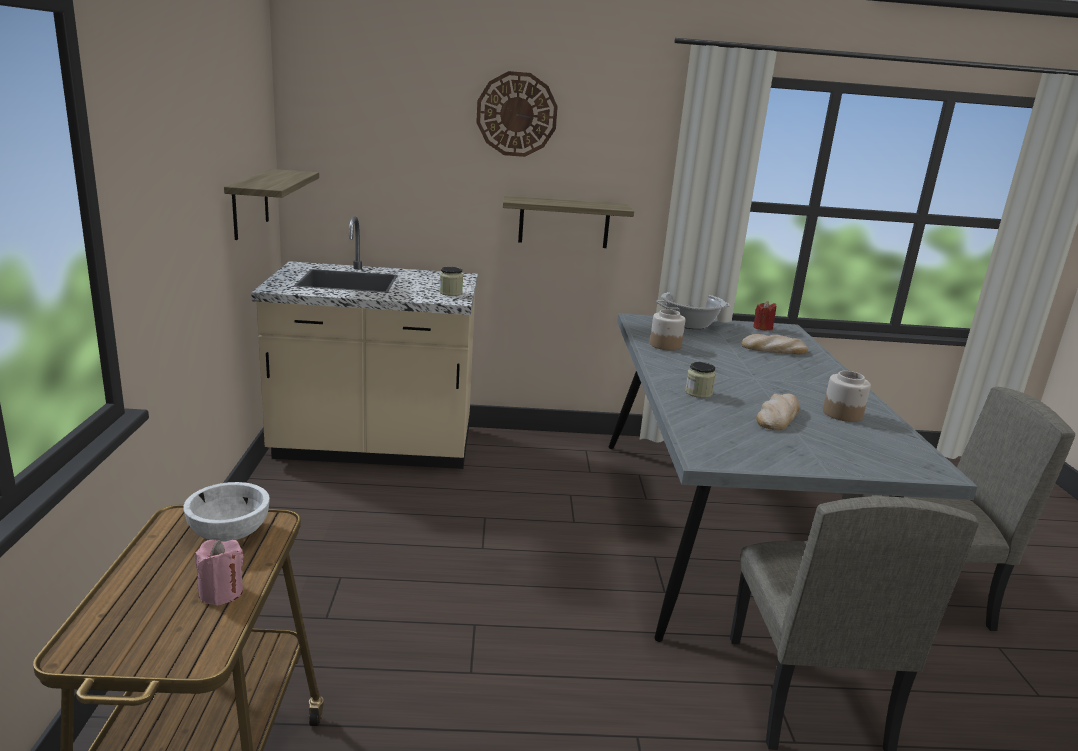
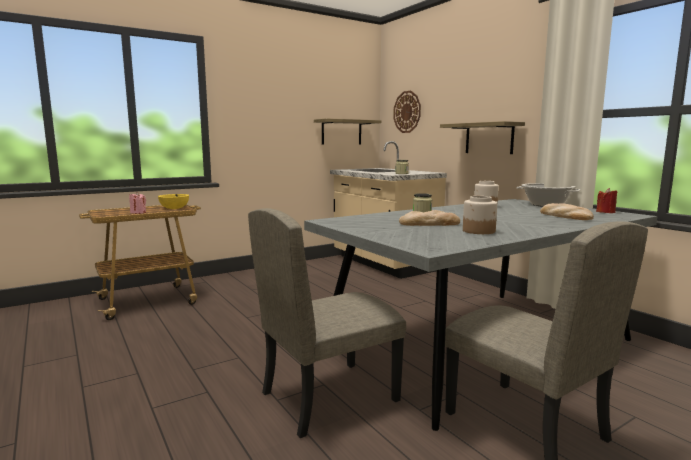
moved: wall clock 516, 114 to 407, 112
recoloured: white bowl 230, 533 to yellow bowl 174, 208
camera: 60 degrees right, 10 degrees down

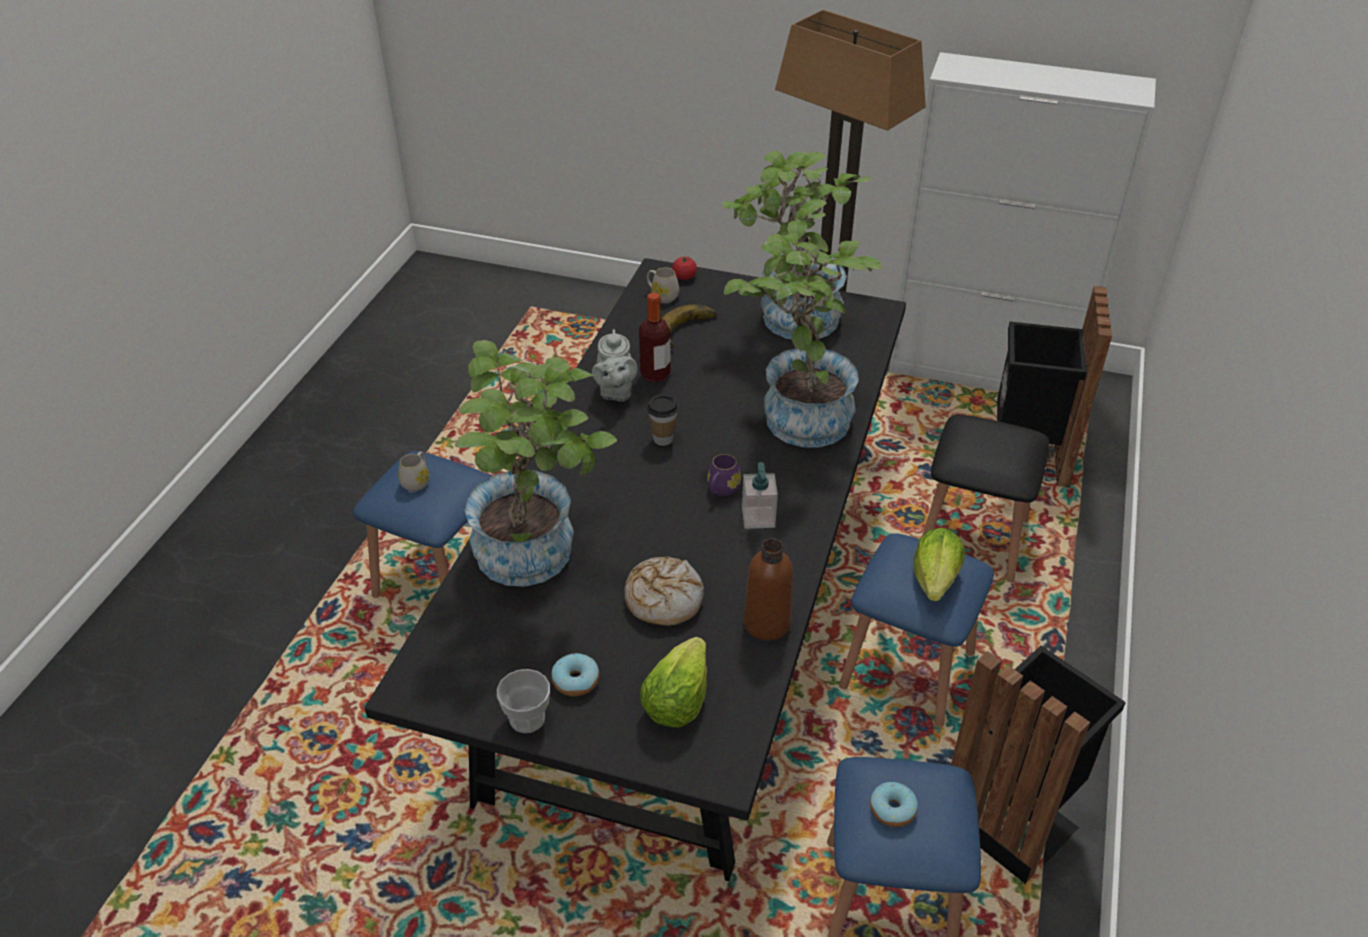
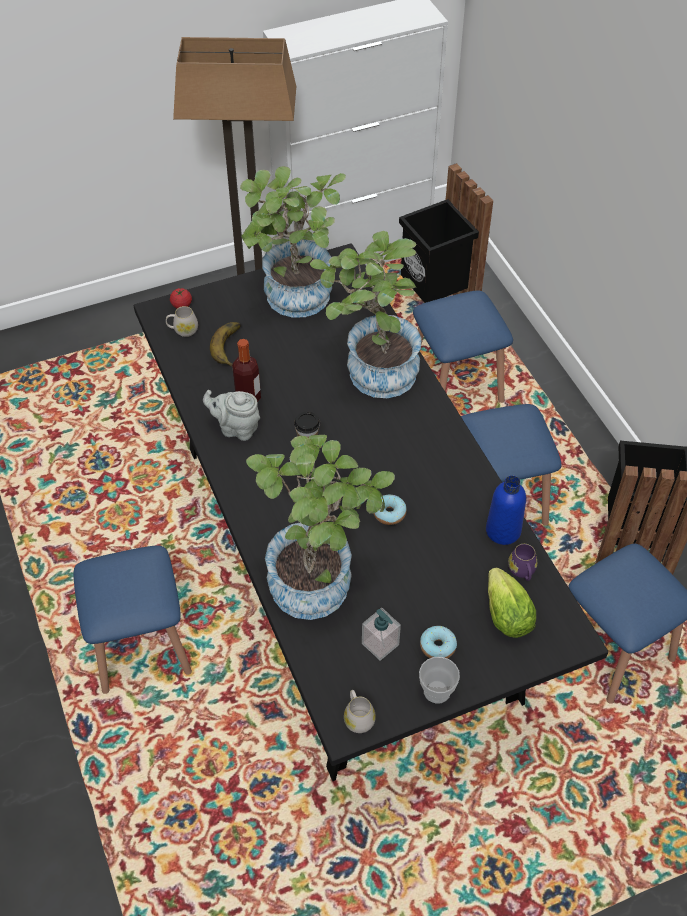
removed: bread 663, 599; lettuce 935, 580
moved: white mug 417, 481 to 358, 717; purple mug 721, 490 to 522, 571; soap dispenser 758, 518 to 380, 644; donut 892, 809 to 389, 513
recoloured: brown bottle 767, 623 to blue bottle 503, 531; black stool 972, 539 to blue stool 455, 385
turned: grey teapot 615, 392 = 236, 428 150 degrees clockwise
camera: 40 degrees left, 10 degrees up

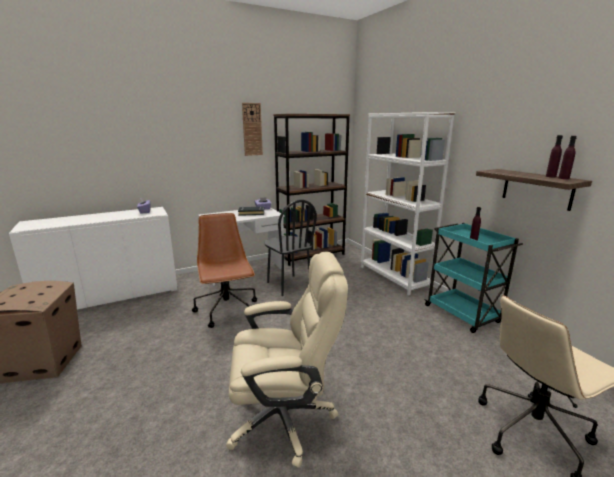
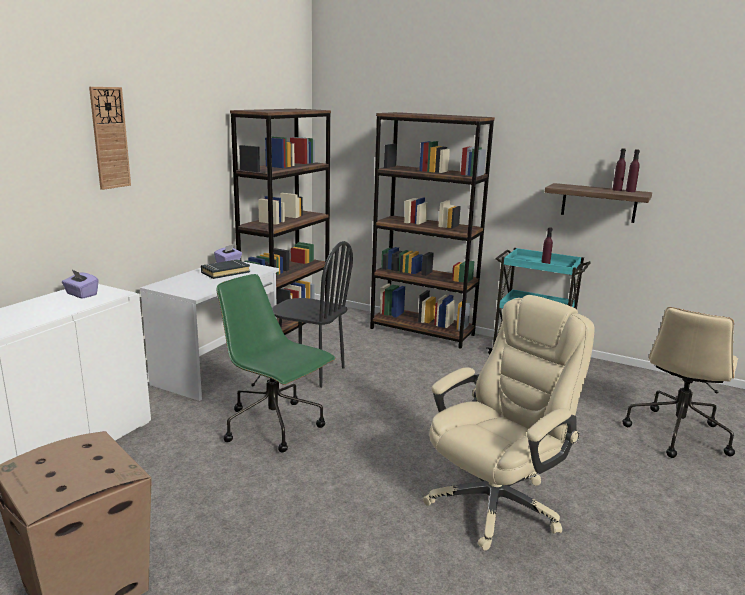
moved: wall clock 252, 129 to 110, 138
recoloured: brown office chair 227, 311 to green office chair 274, 426; white bookcase 394, 277 to brown bookcase 422, 331
camera: 35 degrees left, 0 degrees up

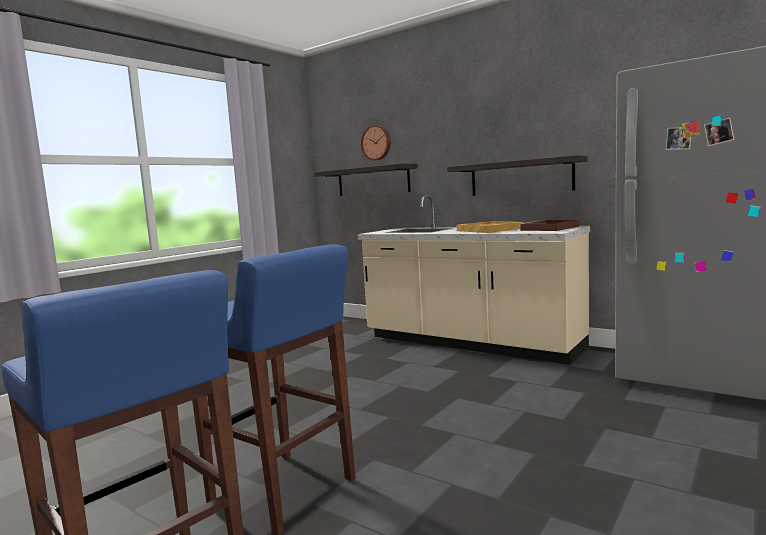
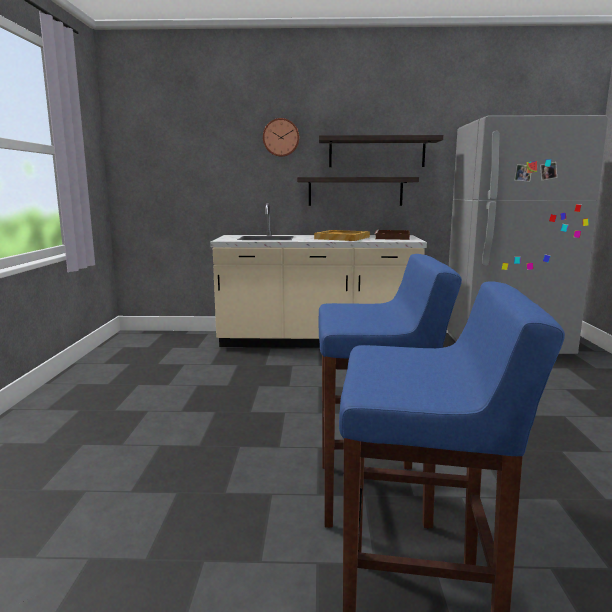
moved: shelf 373, 181 to 377, 152; wall clock 376, 143 to 281, 137
camera: 35 degrees left, 5 degrees up

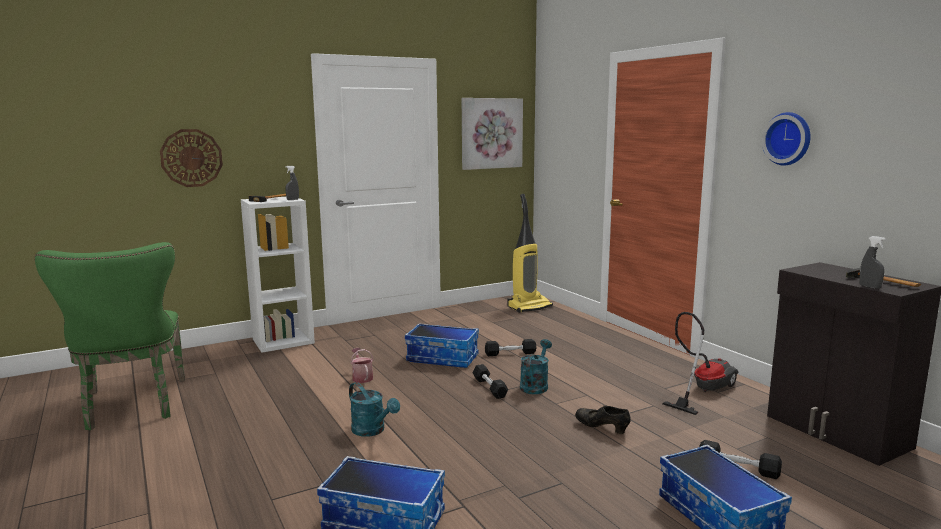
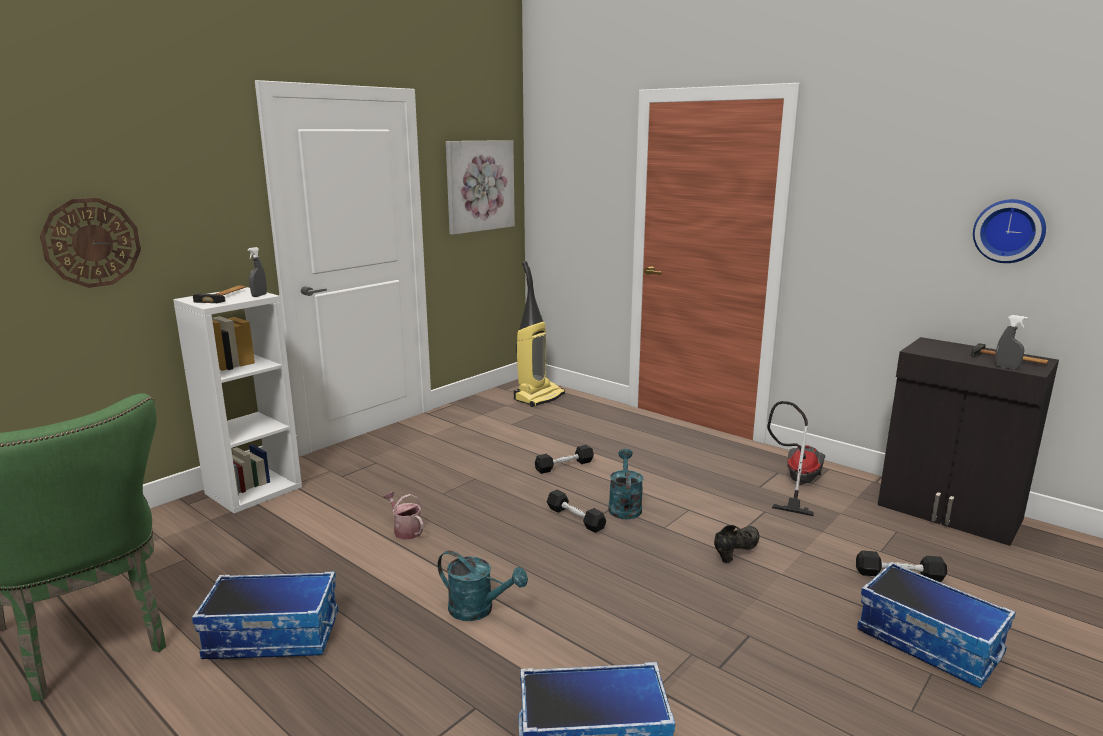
moved: storage box 443, 358 to 274, 635; wall clock 788, 139 to 1009, 231
turned: black shoe 602, 428 = 736, 552 120 degrees clockwise
camera: 20 degrees left, 5 degrees up

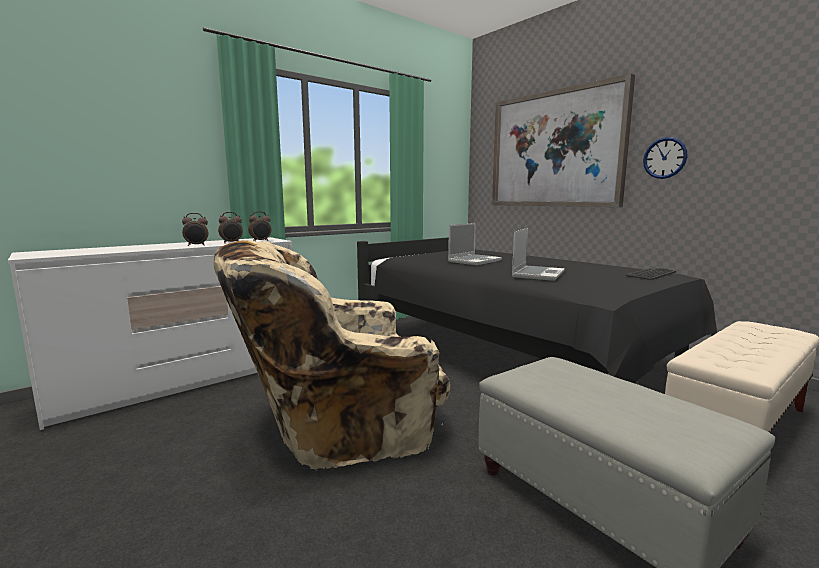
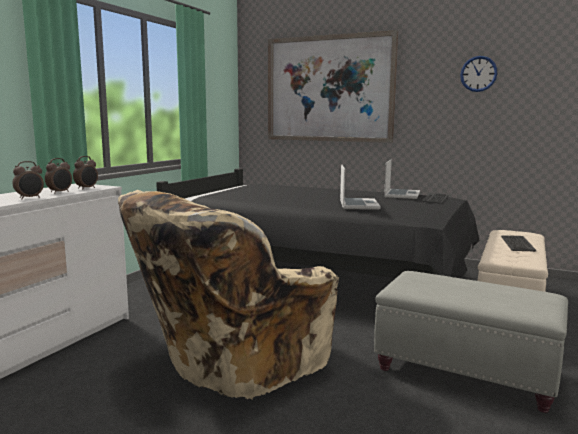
added: keyboard 516, 244
moved: laptop 474, 261 to 401, 195; wall clock 664, 158 to 478, 74
camera: 25 degrees left, 0 degrees up

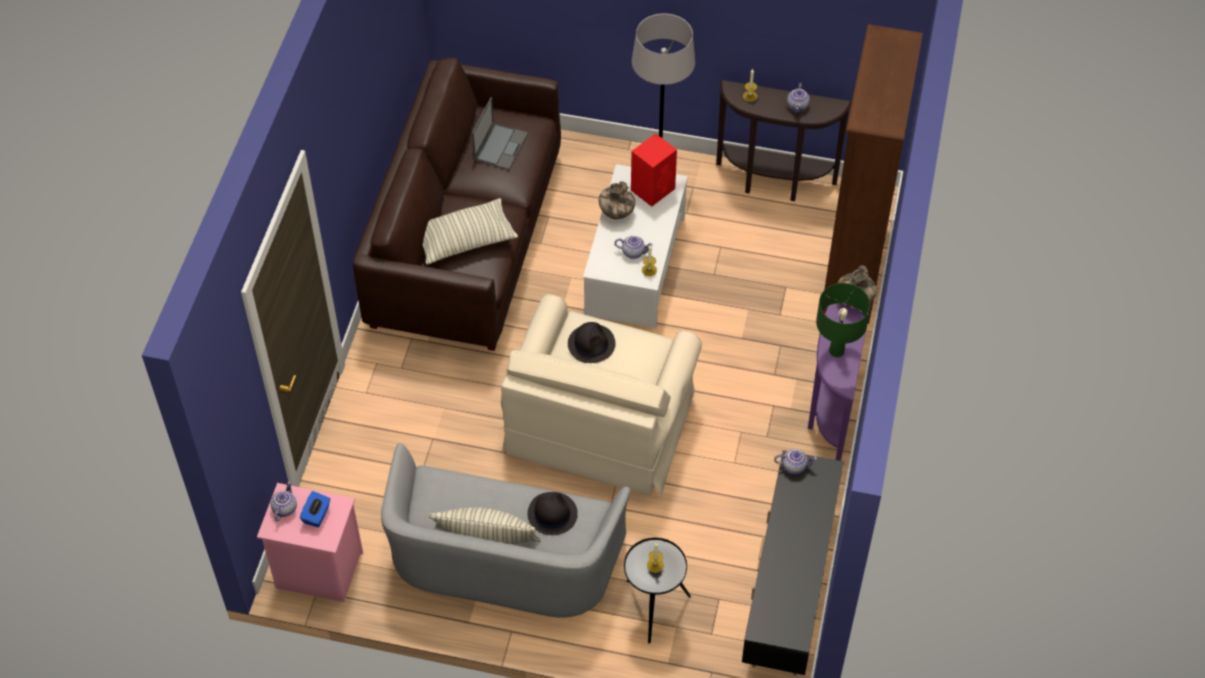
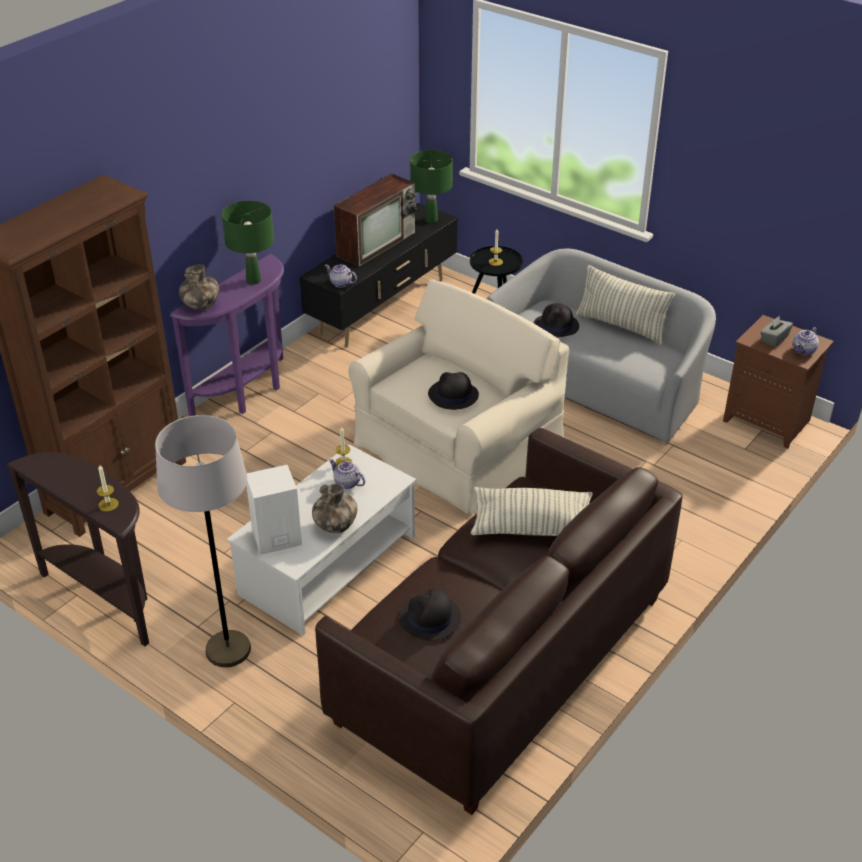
removed: teapot 798, 106
added: television 377, 243; green table lamp 431, 220
replaced: laptop 500, 146 to black hat 429, 618
recoloured: pink nightstand 317, 571 to brown nightstand 769, 421; blue tissue box 317, 515 to grey tissue box 774, 339; red speaker 653, 189 to white speaker 275, 537
camera: 155 degrees left, 15 degrees down

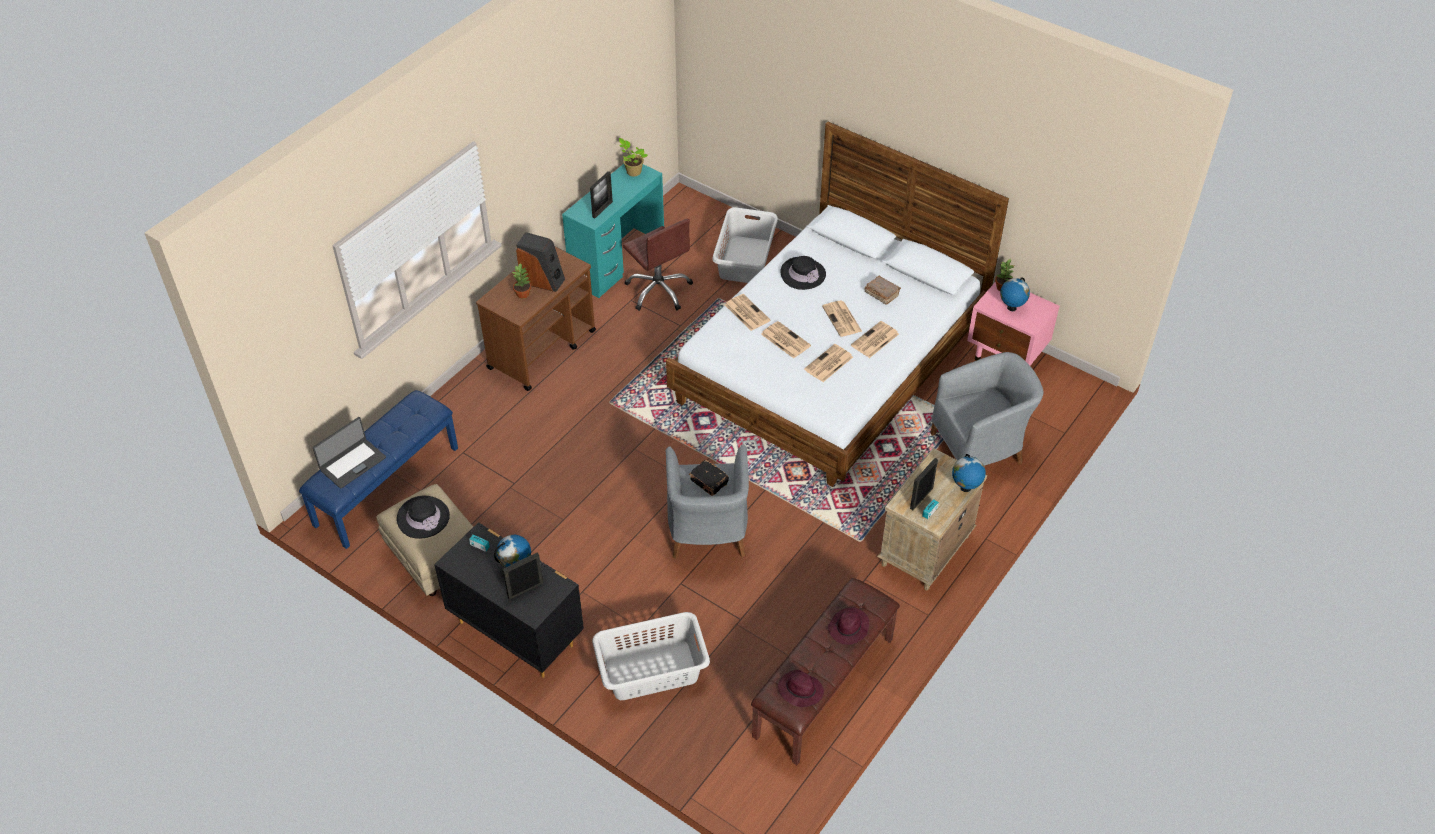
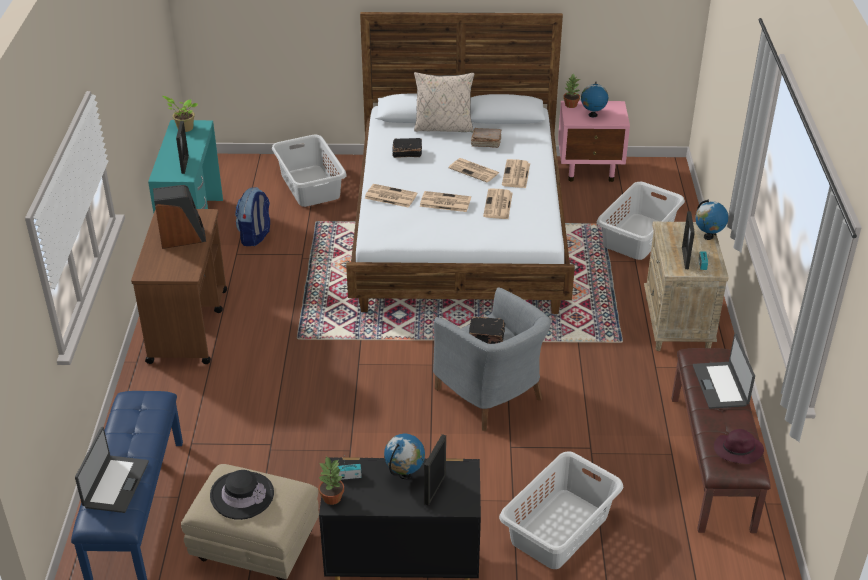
added: beige pillow 443, 127
moved: potted plant 523, 294 to 332, 497
replaced: brown office chair 659, 290 to backpack 255, 236; black hat 803, 274 to black book 406, 153; purple hat 848, 628 to laptop 721, 385; grey armchair 980, 447 to grey laundry basket 638, 236
camera: 35 degrees left, 10 degrees down

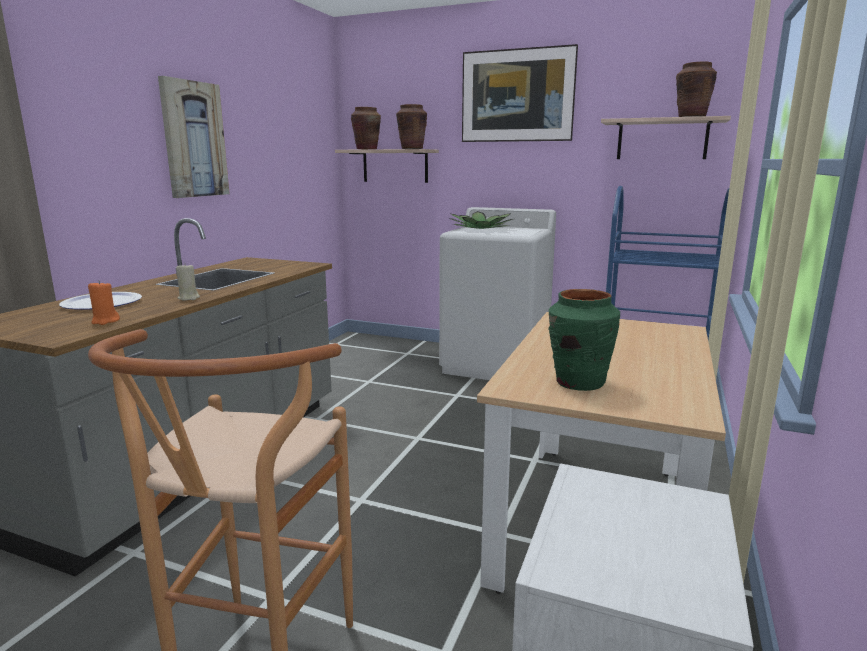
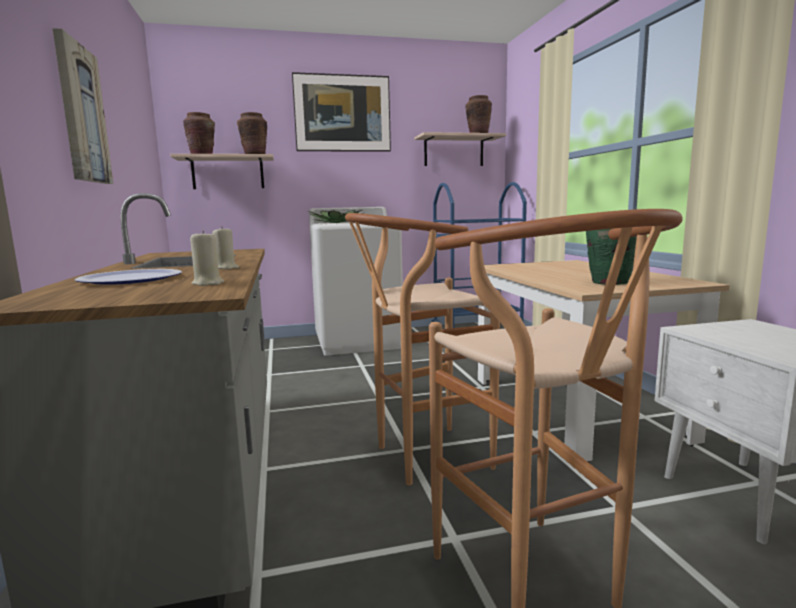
added: brown stool 422, 458
recoloured: orange candle 105, 321 to beige candle 208, 283
camera: 35 degrees left, 5 degrees down

